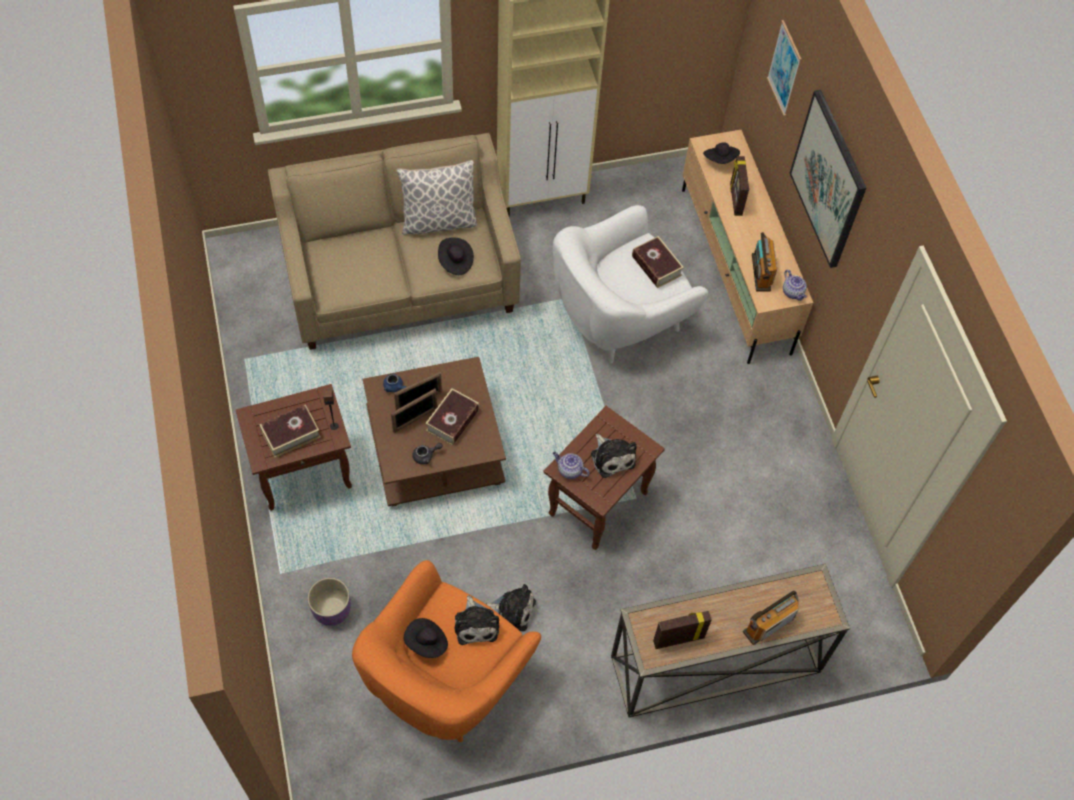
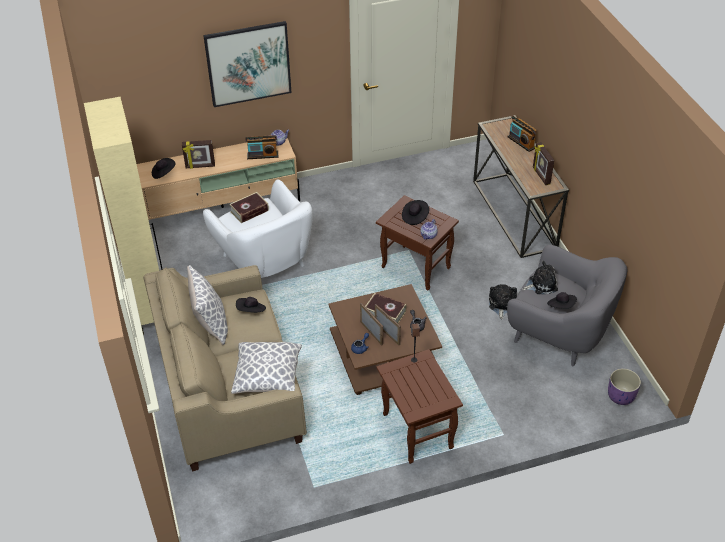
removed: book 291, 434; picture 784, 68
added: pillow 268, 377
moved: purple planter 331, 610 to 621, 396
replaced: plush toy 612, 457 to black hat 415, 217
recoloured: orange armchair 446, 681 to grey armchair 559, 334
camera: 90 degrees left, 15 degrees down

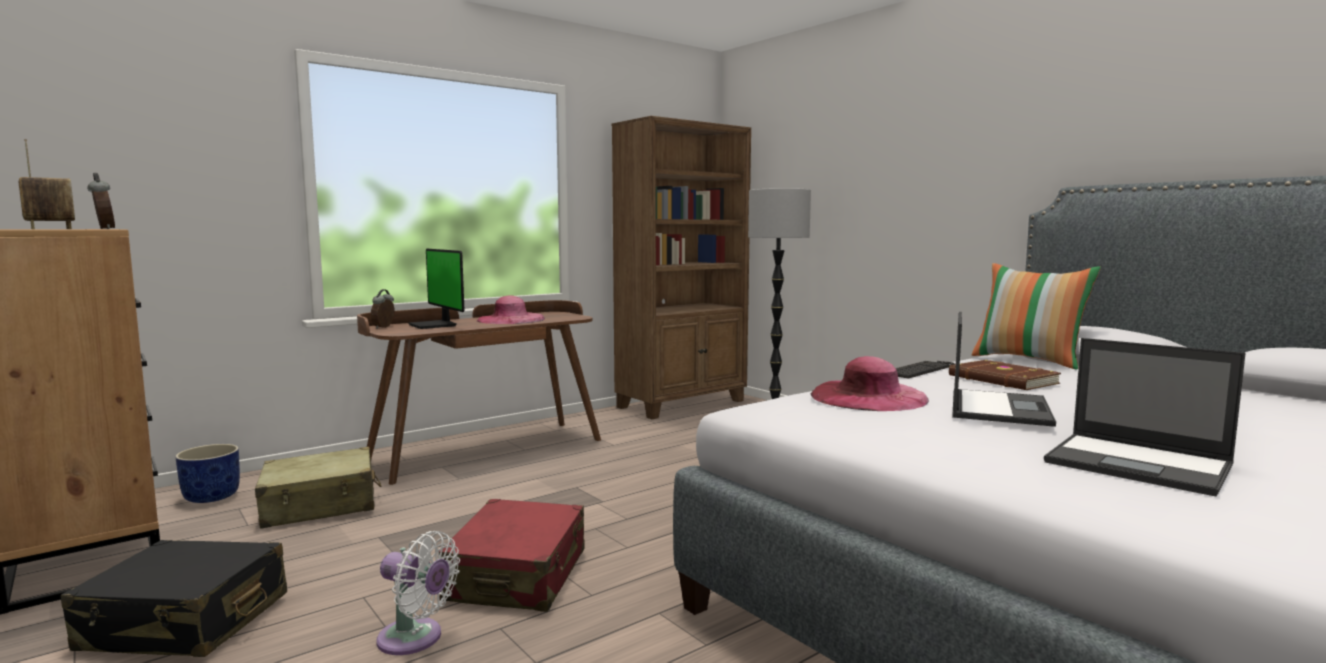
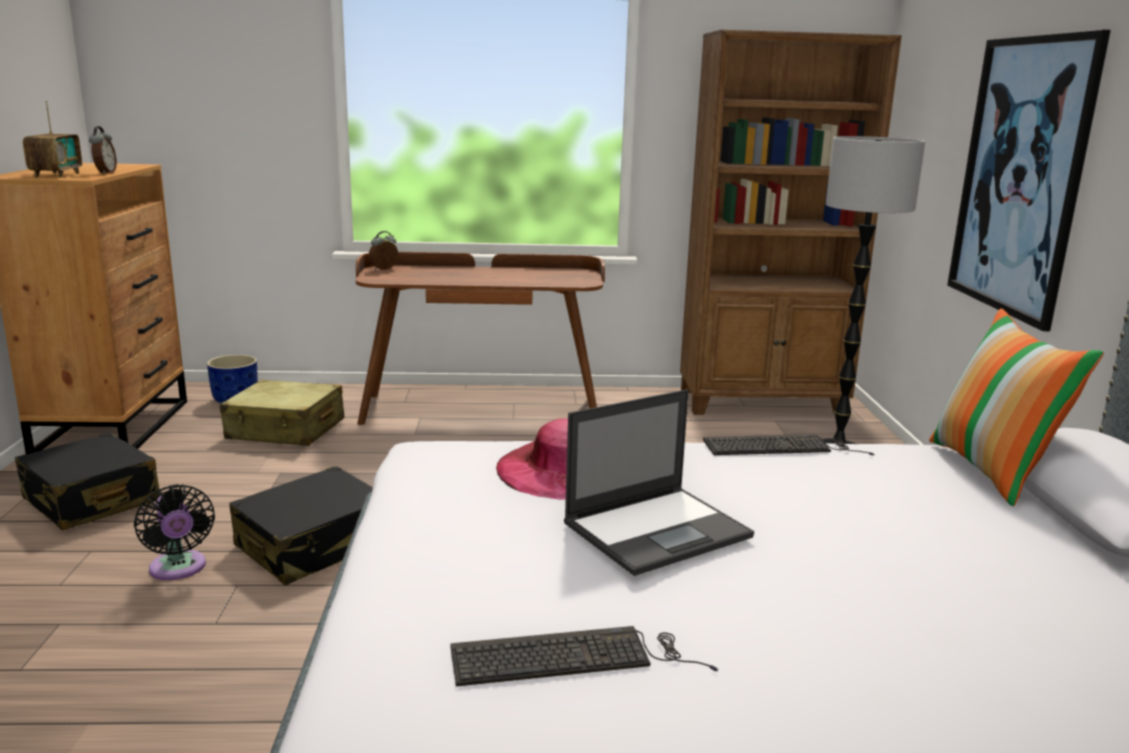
removed: monitor 435, 325; pink hat 510, 319; brown book 1002, 380
added: picture 1020, 177
replaced: laptop 1140, 464 to keyboard 575, 657
recoloured: white fan 415, 639 to black fan 178, 569; red suitcase 518, 576 to black suitcase 314, 545
camera: 35 degrees right, 10 degrees up

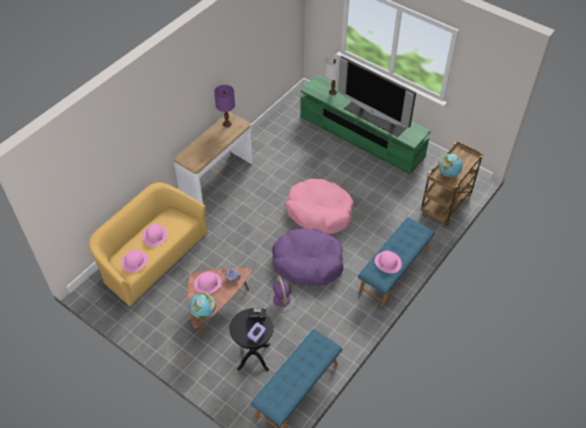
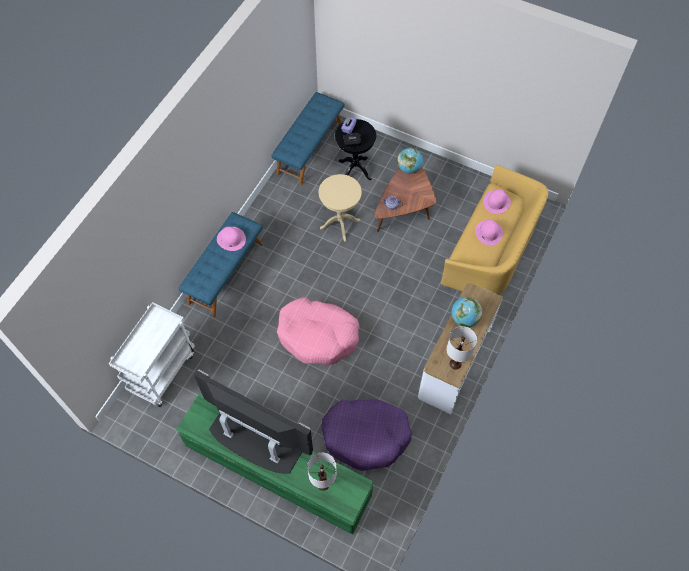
removed: pink hat 207, 283
moved: purple dog bed 307, 262 to 366, 436; globe 448, 173 to 464, 319
replaced: purple fan 282, 300 to beige side table 340, 224
recoloured: purple table lamp 227, 124 to white table lamp 455, 364; brown cart 446, 205 to white cart 162, 370
camera: 170 degrees right, 10 degrees up

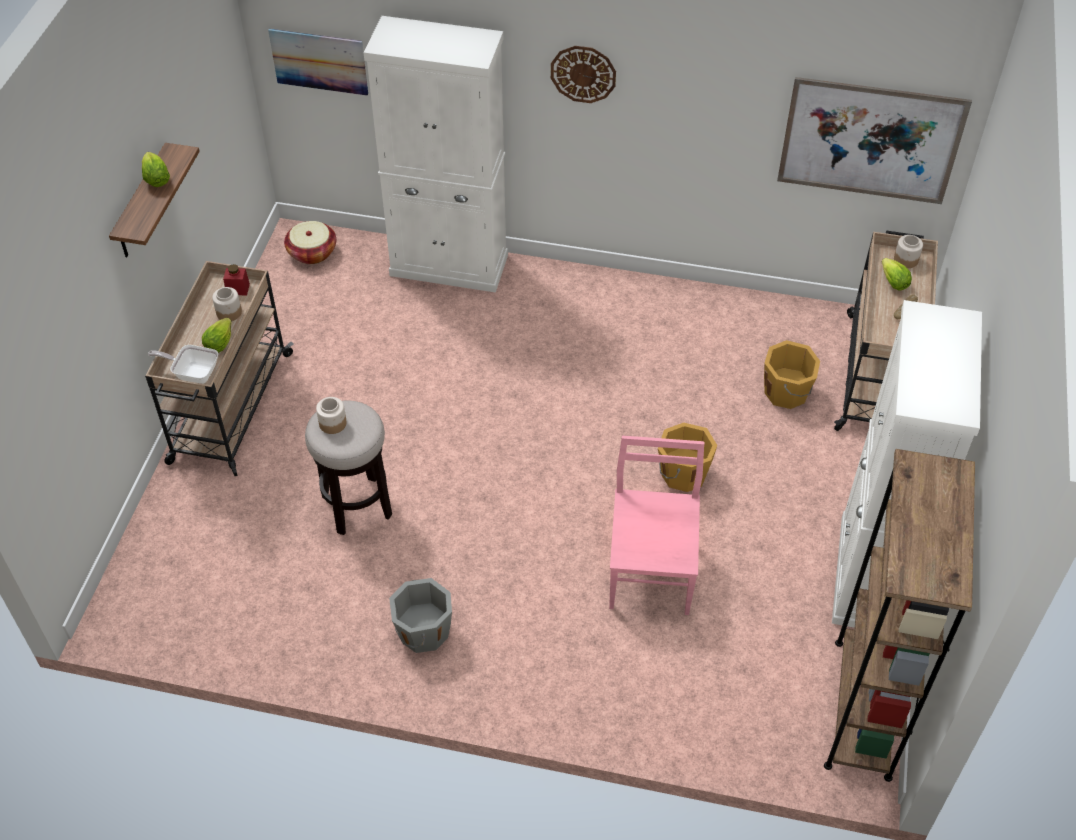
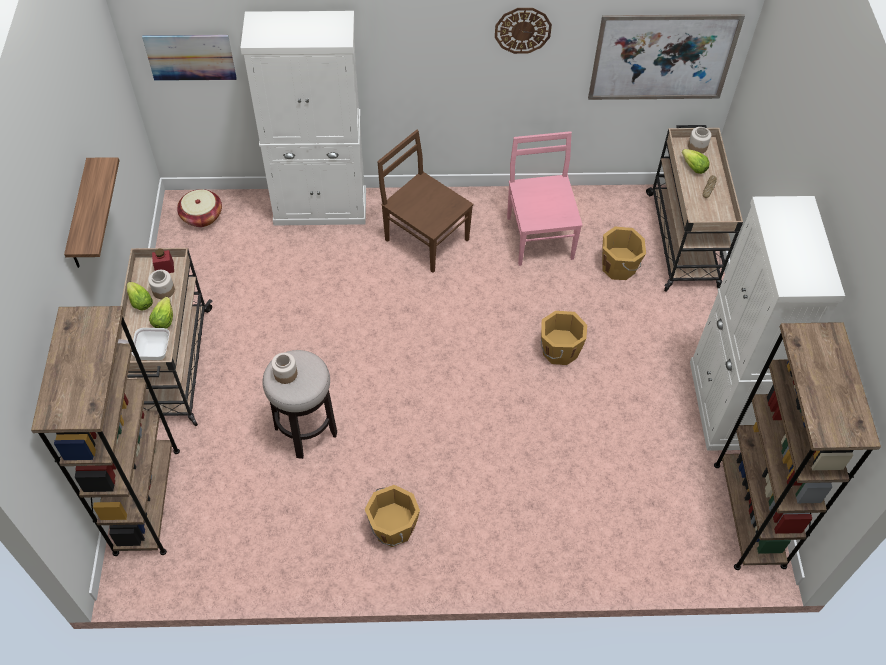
added: brown bookcase 147, 500; brown chair 425, 238
moved: lettuce 156, 179 to 140, 302; wall clock 583, 74 to 522, 30; pink chair 651, 571 to 539, 236
recoloured: grey bucket 423, 632 to orange bucket 392, 528
camera: 15 degrees left, 5 degrees up

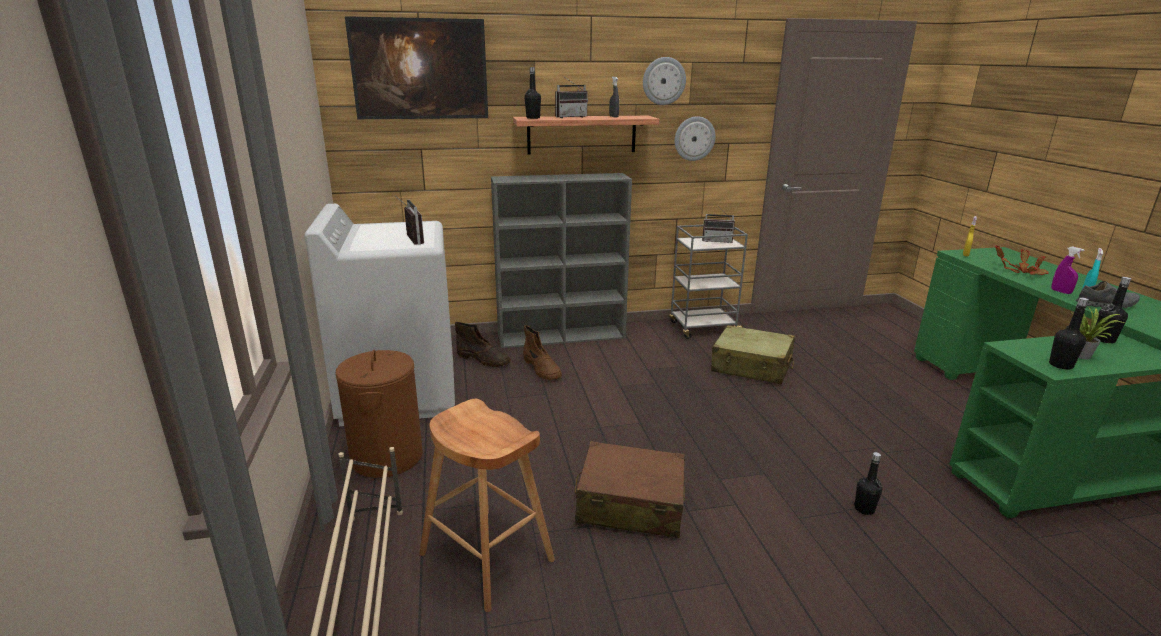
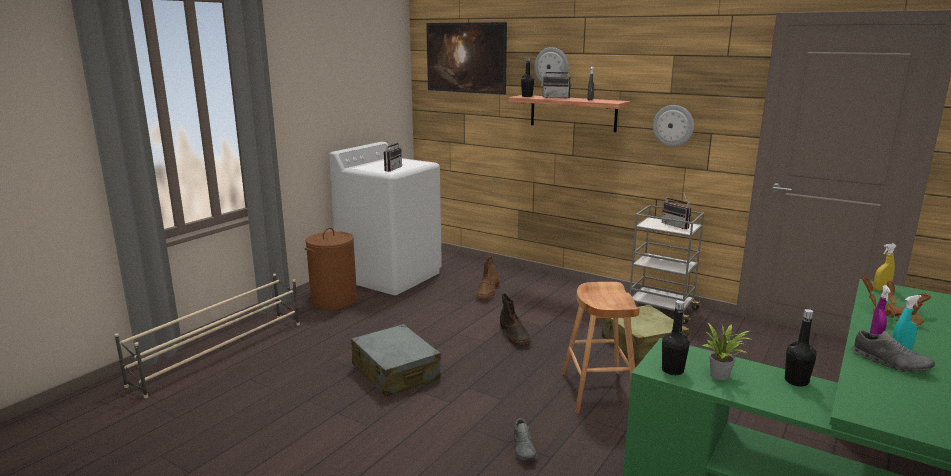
removed: grey bookcase 562, 336
moved: brown stool 487, 557 to 598, 392; brown boot 483, 360 to 514, 335; wall clock 663, 81 to 551, 66
replaced: black bottle 864, 509 to grey shoe 524, 449
recoloured: brown suitcase 630, 504 to grey suitcase 395, 372
camera: 45 degrees right, 5 degrees down

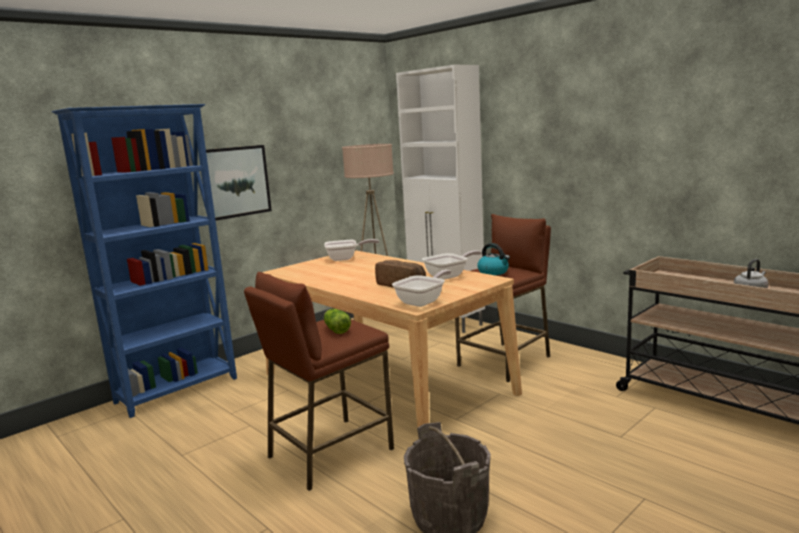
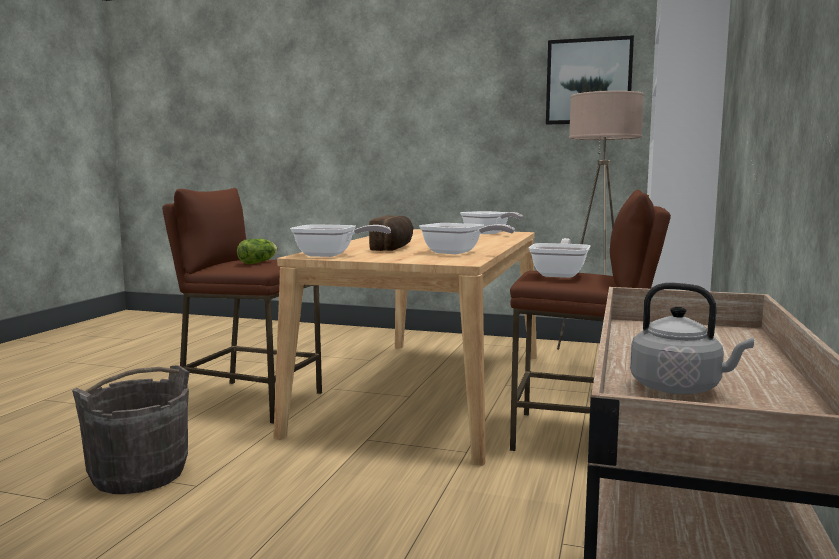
removed: blue bookcase 178, 390
moved: picture 235, 182 to 588, 81
replaced: kettle 493, 272 to frying pan 560, 274
camera: 60 degrees right, 5 degrees down

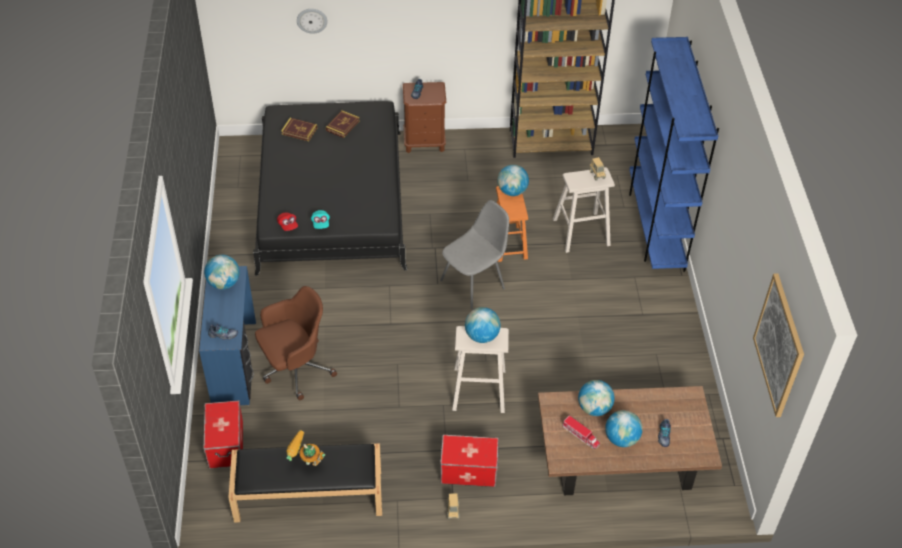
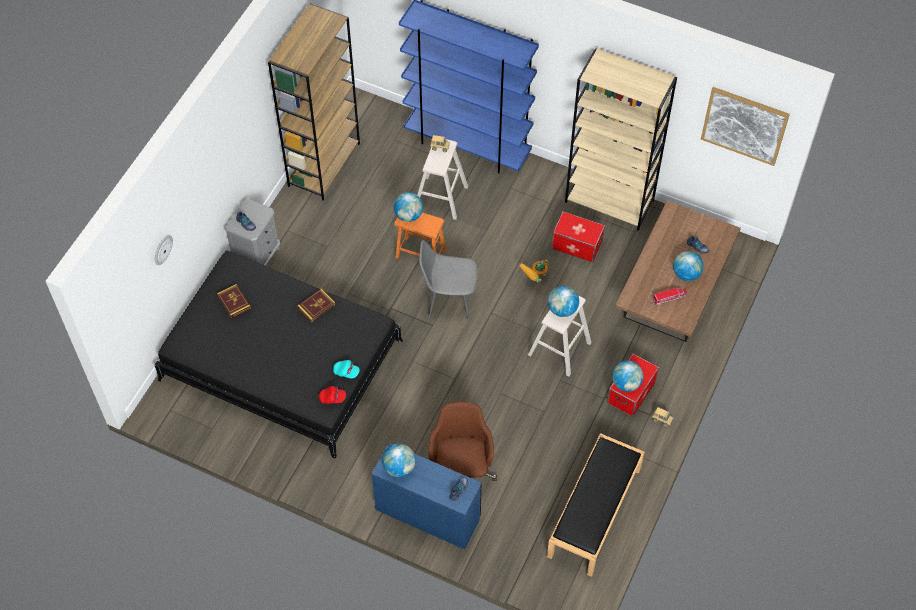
added: beige bookcase 610, 201
moved: storage box 226, 444 to 577, 245; book 299, 131 to 316, 306; toy robot 305, 463 to 535, 280; globe 594, 408 to 626, 383
recoloured: brown nightstand 424, 142 to grey nightstand 257, 256
turned: grey chair 474, 283 = 448, 299 75 degrees counterclockwise
camera: 60 degrees left, 10 degrees up

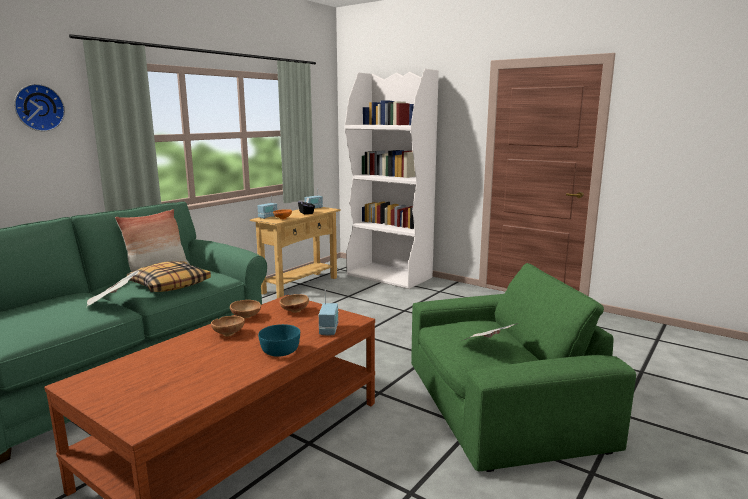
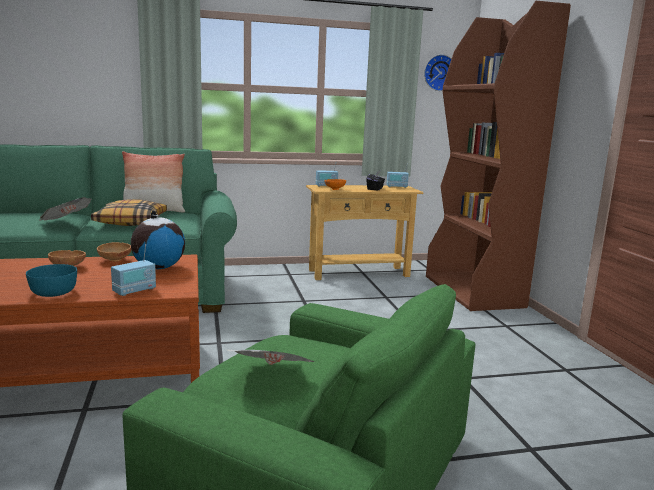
moved: wall clock 38, 107 to 439, 73
replaced: brown bowl 294, 311 to globe 158, 268
recoloured: white bookcase 390, 276 to brown bookcase 474, 292
camera: 40 degrees right, 0 degrees up

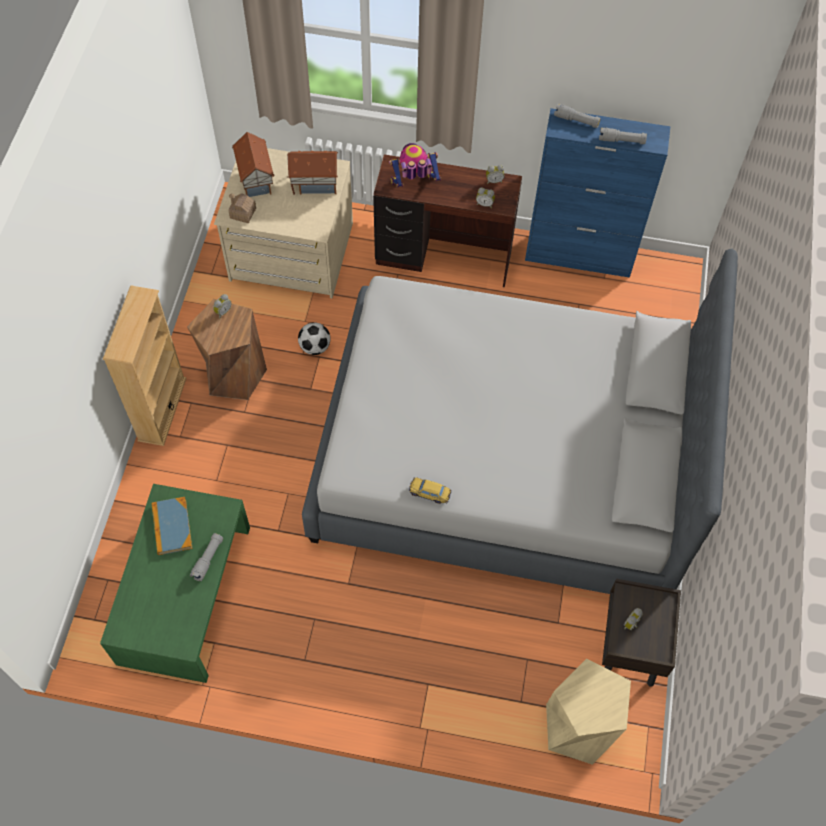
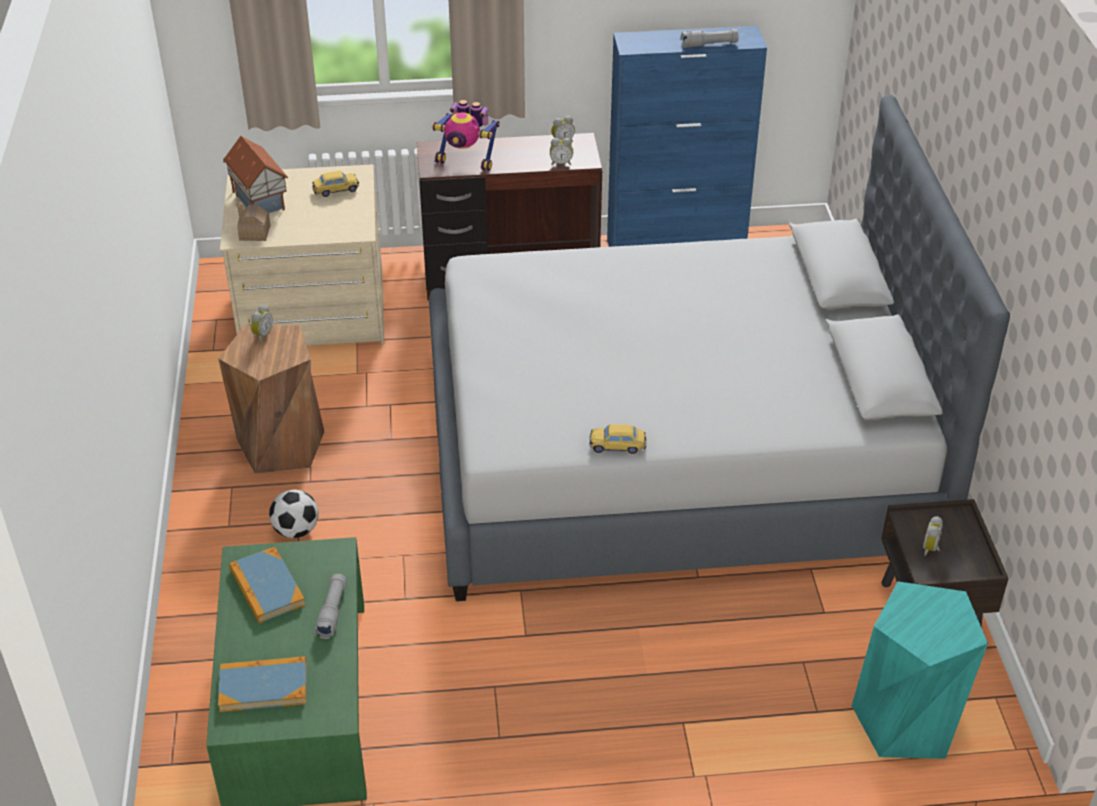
removed: beige bookcase 162, 409; grey flashlight 576, 120
added: book 263, 686
moved: football 315, 347 to 296, 530
replaced: toy house 314, 183 to toy car 336, 190
recoloured: beige stool 578, 727 to turquoise stool 905, 720
turned: toy robot 414, 185 = 466, 161 135 degrees counterclockwise
camera: 15 degrees left, 20 degrees down

